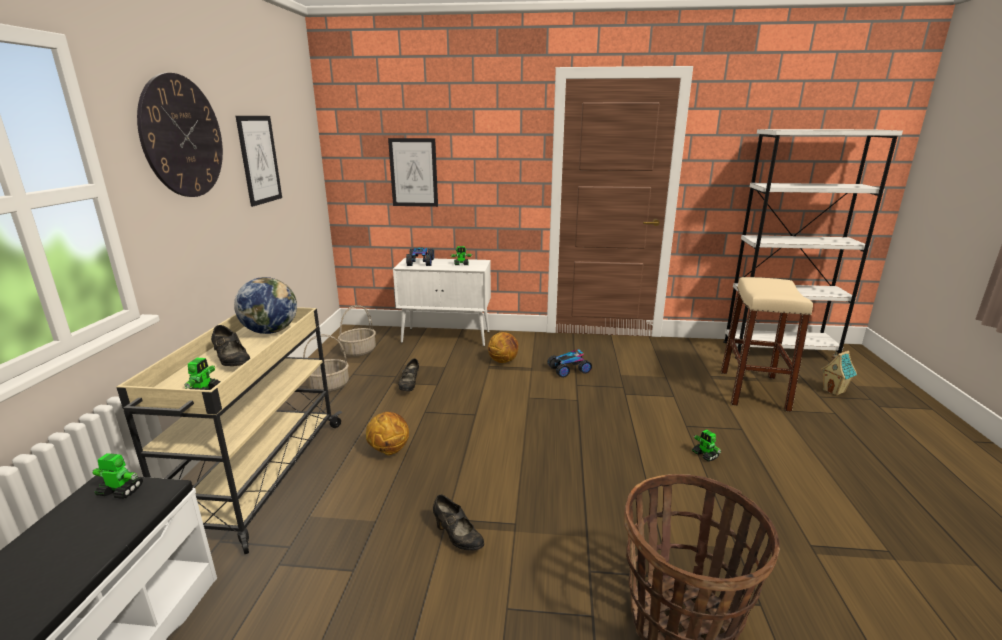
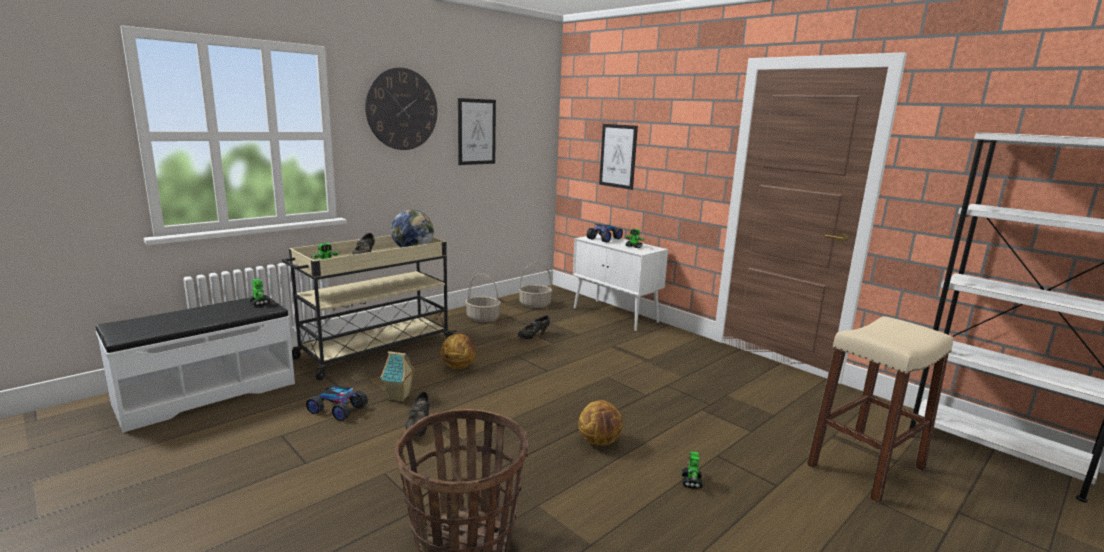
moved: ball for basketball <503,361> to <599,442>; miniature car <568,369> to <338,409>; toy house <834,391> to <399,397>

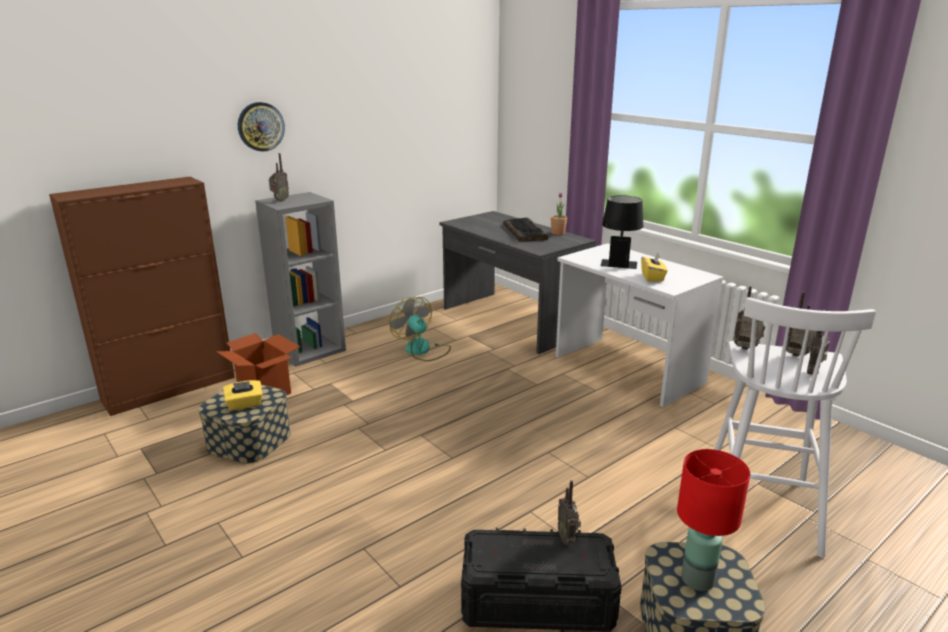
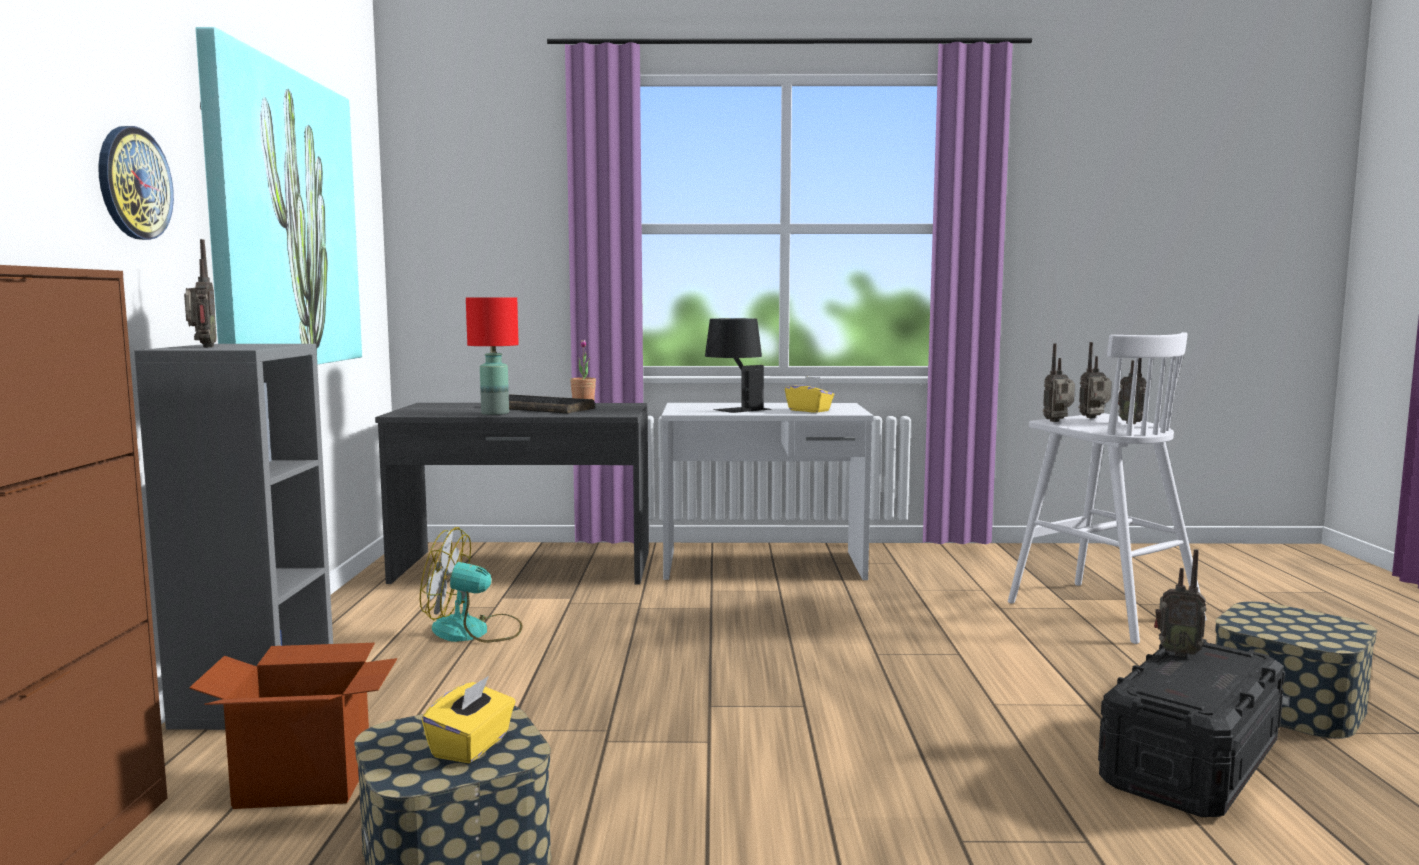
added: picture <282,220>
moved: reddish tabletop lamp <696,579> to <494,413>

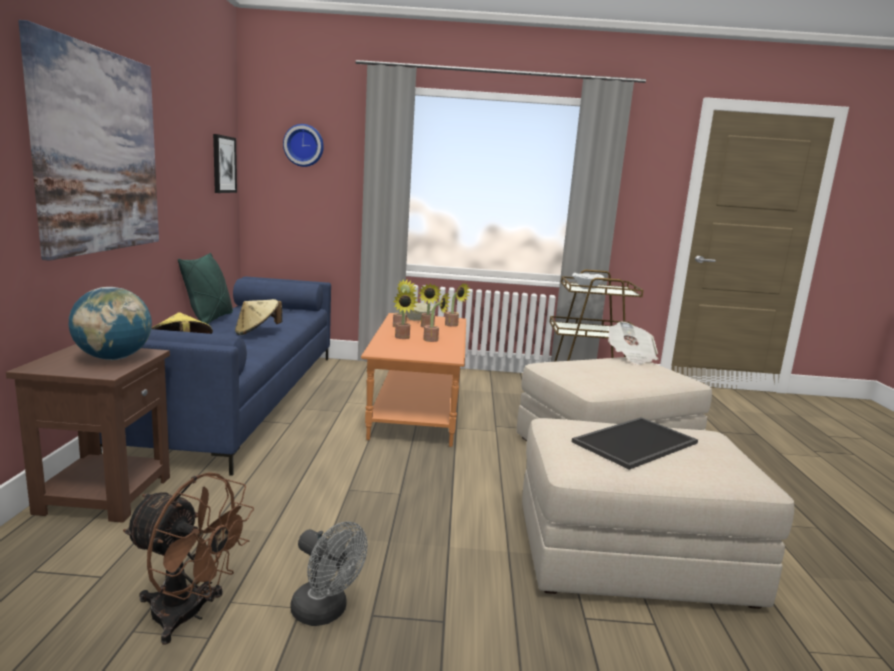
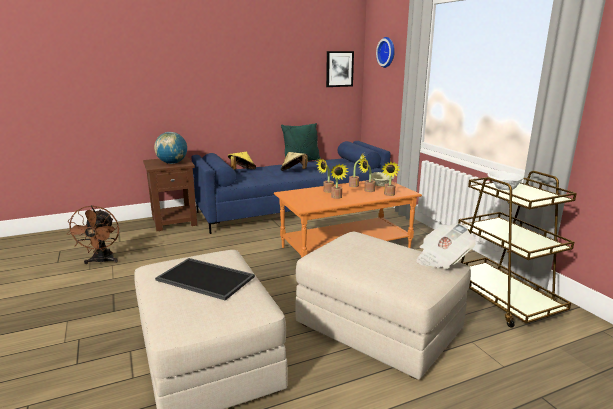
removed: picture <98,151>; greyish fan <325,612>

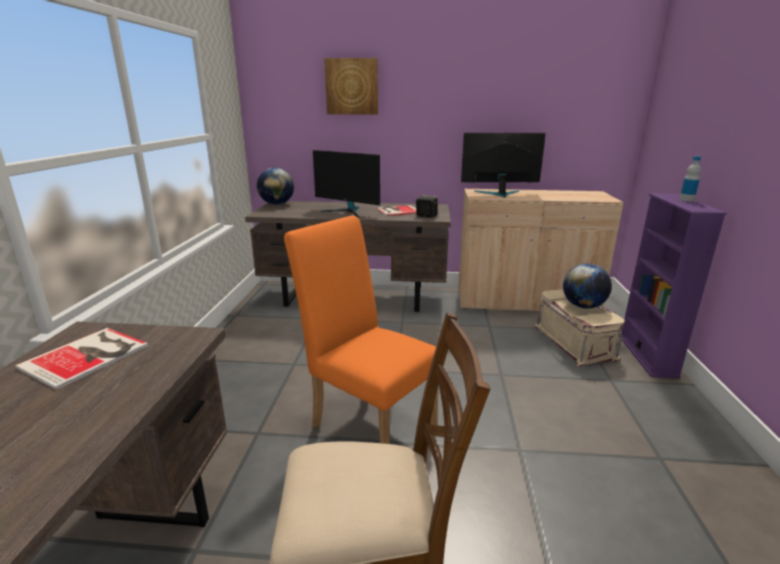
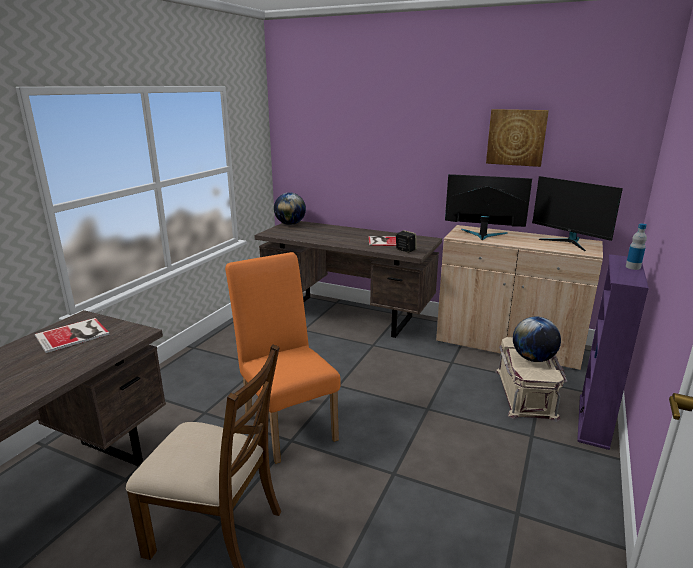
moved: monitor <348,211> to <569,242>; picture <352,86> to <516,137>

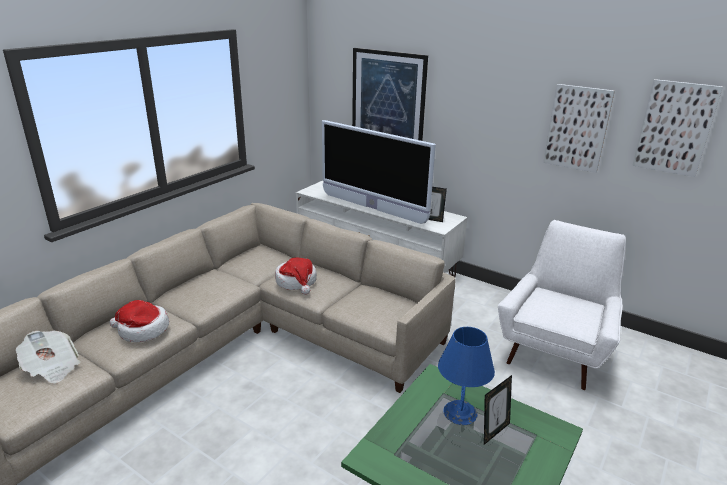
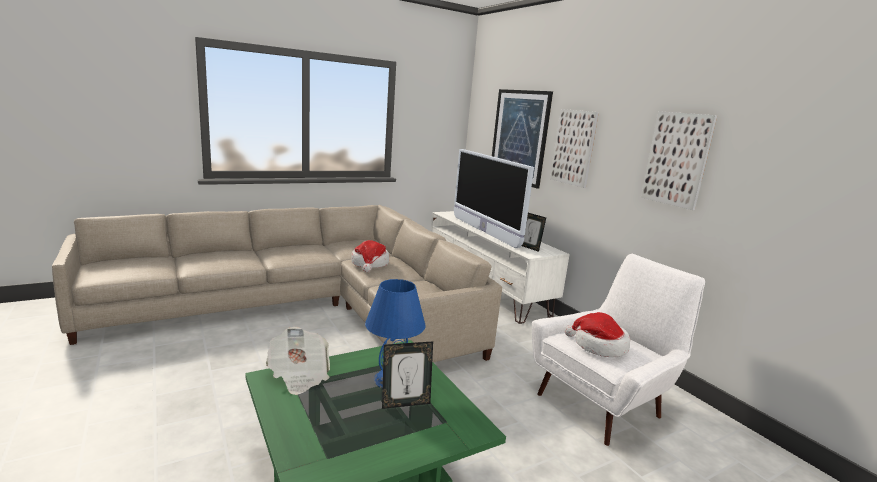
moved: printed paper <52,368> to <299,375>; clothing hat <142,330> to <598,346>; picture <675,128> to <574,147>

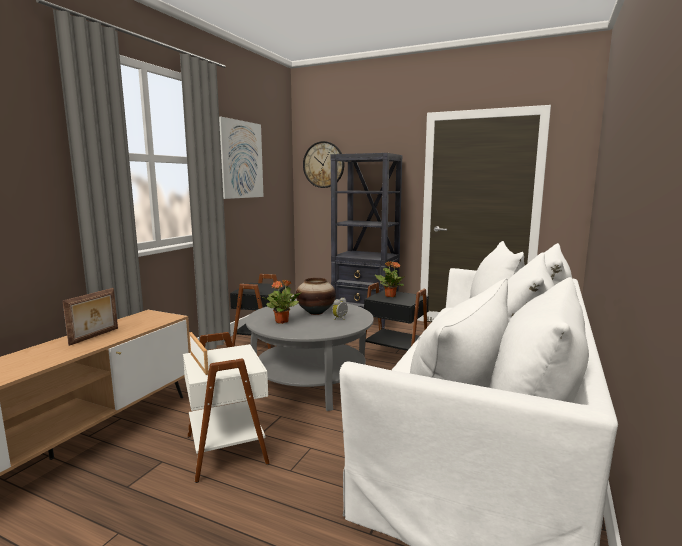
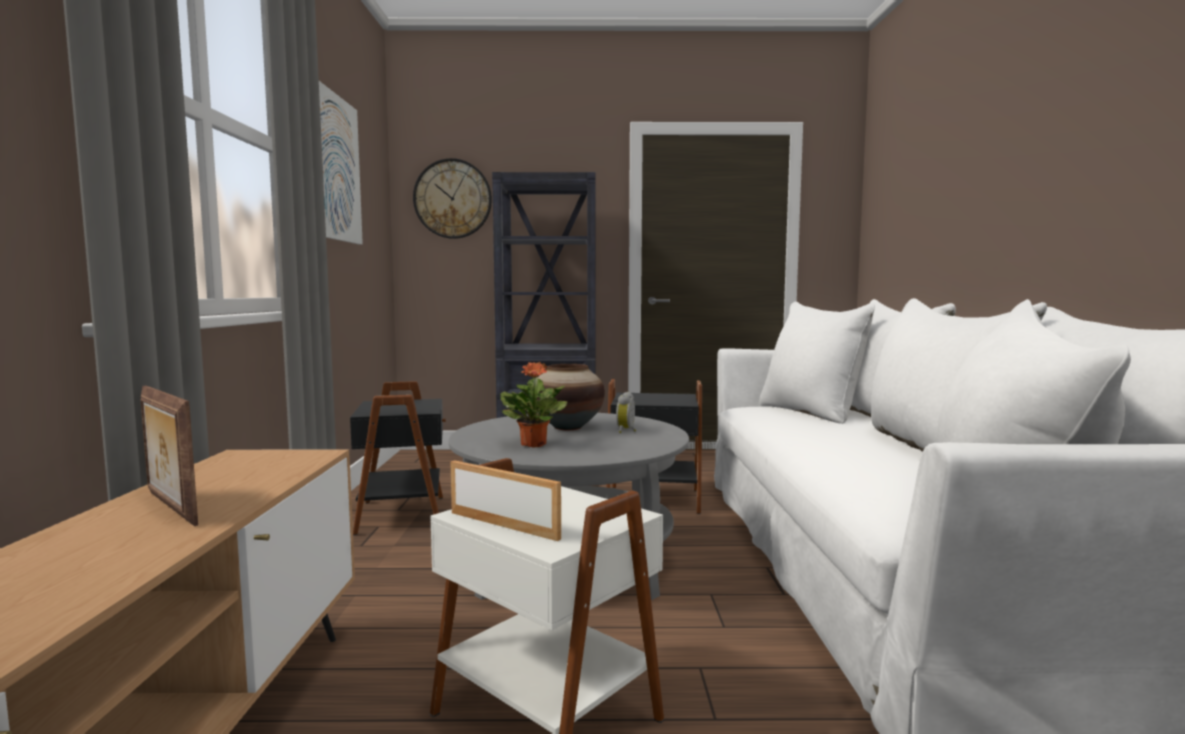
removed: plant in a pot <390,296>
turned: picture frame <95,336> = <169,508> 135 degrees clockwise

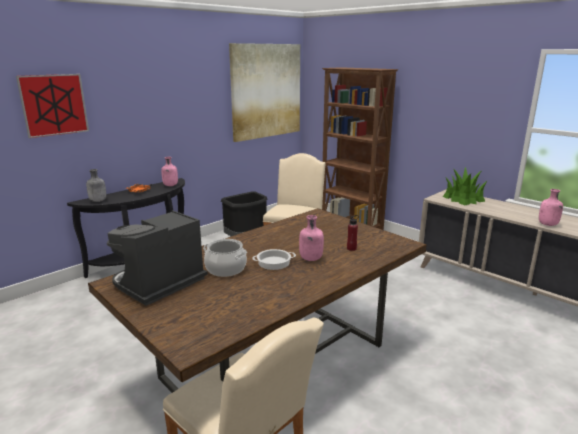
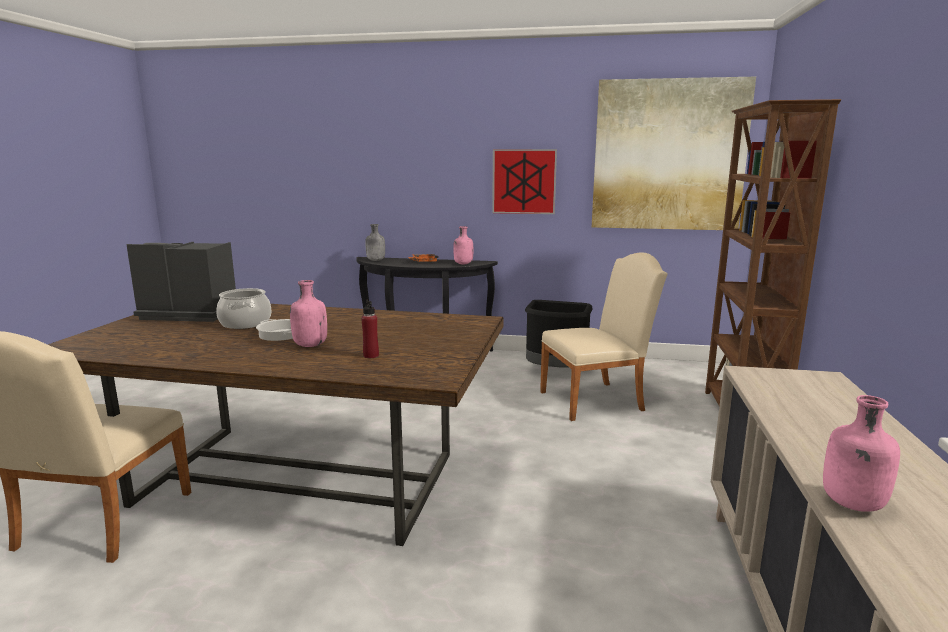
removed: plant in a pot <463,199>
moved: picture <54,105> to <524,181>

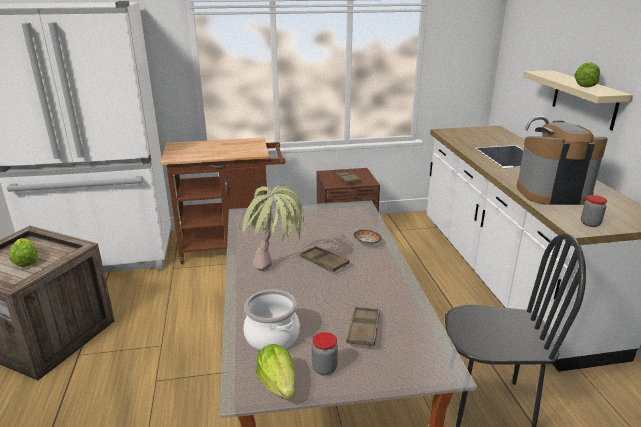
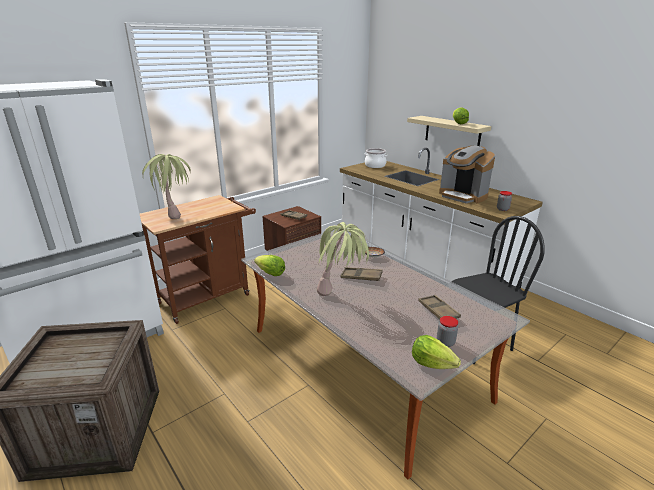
added: plant in a pot <175,213>
moved: head of lettuce <26,262> to <271,273>; cooking pot <271,336> to <375,165>
turned: coffee machine <552,193> = <463,196> 105 degrees counterclockwise

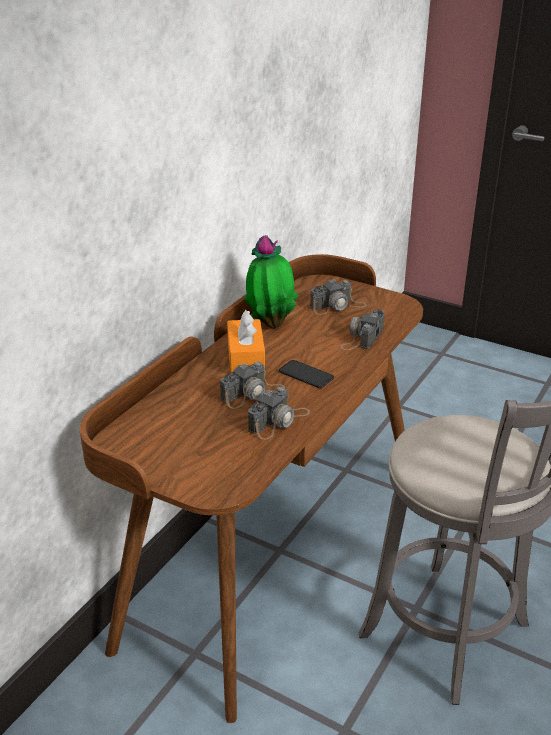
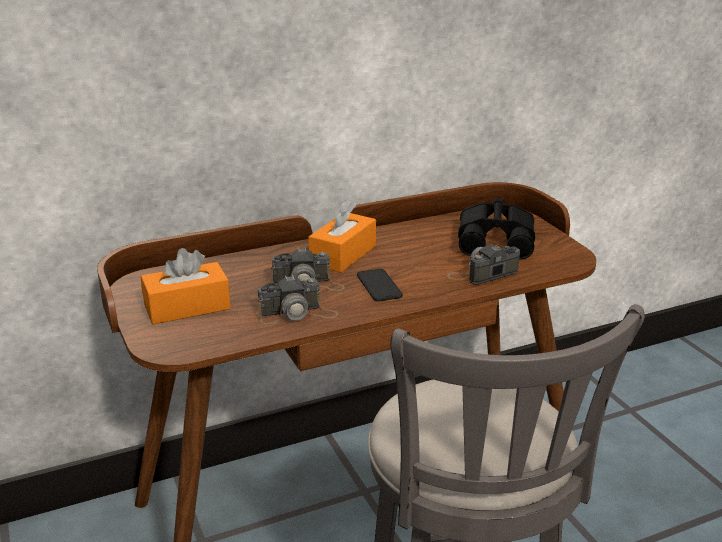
removed: plant in a pot <271,324>
added: orange tissue box <187,307>
replaced: still camera <337,306> to black pair of binoculars <497,239>

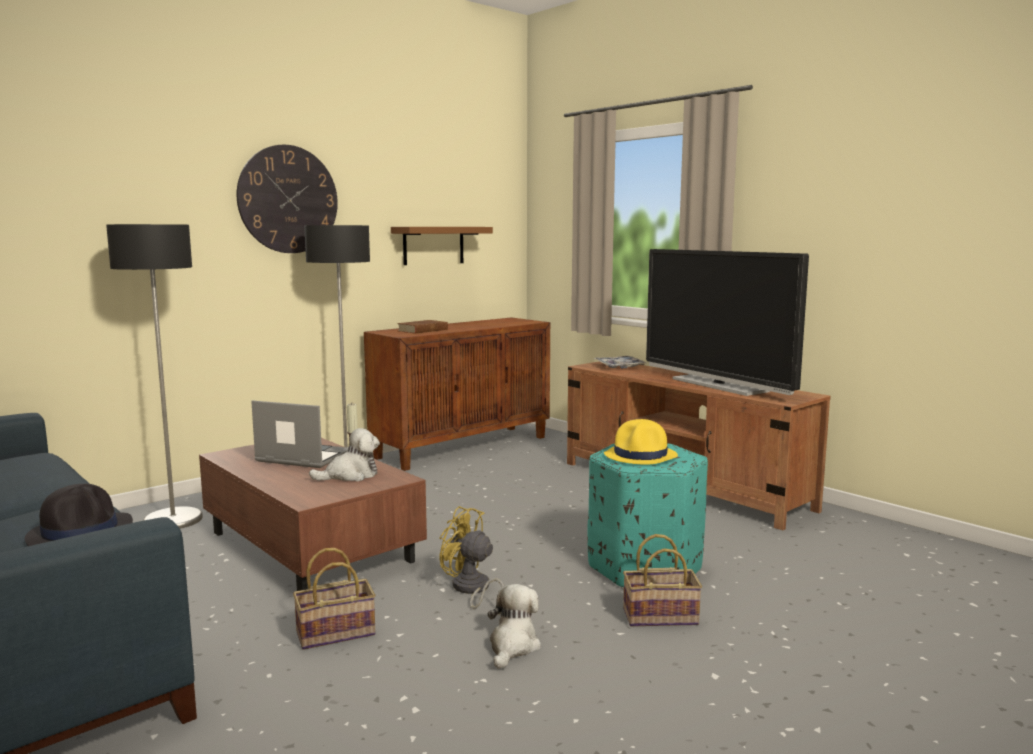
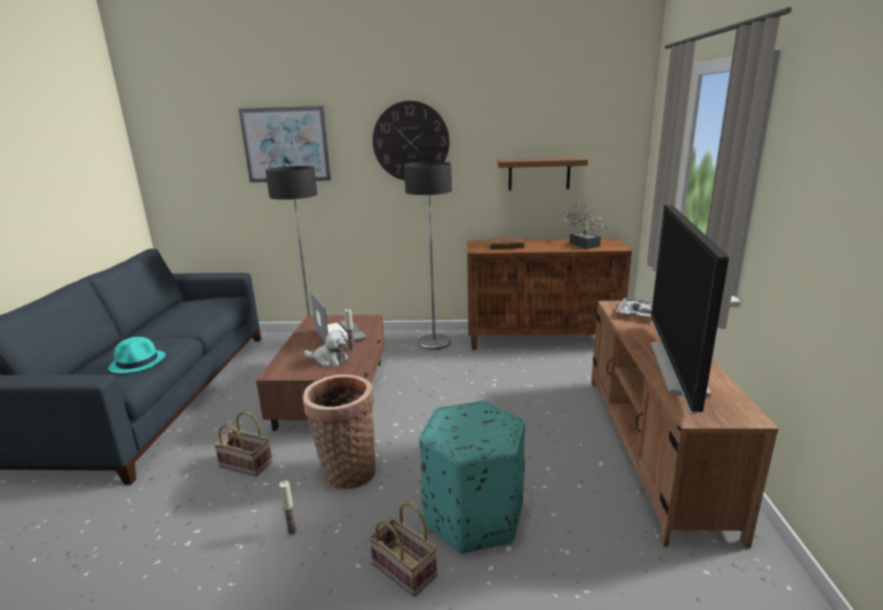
removed: yellow-coloured clothing hat <641,456>
added: picture <286,145>; plant in a pot <582,244>
replaced: yellow-coloured fan <471,590> to household basket <346,471>; cuddly toy <512,646> to candle <292,531>
recoloured: black clothing hat <81,531> to turquoise clothing hat <138,362>

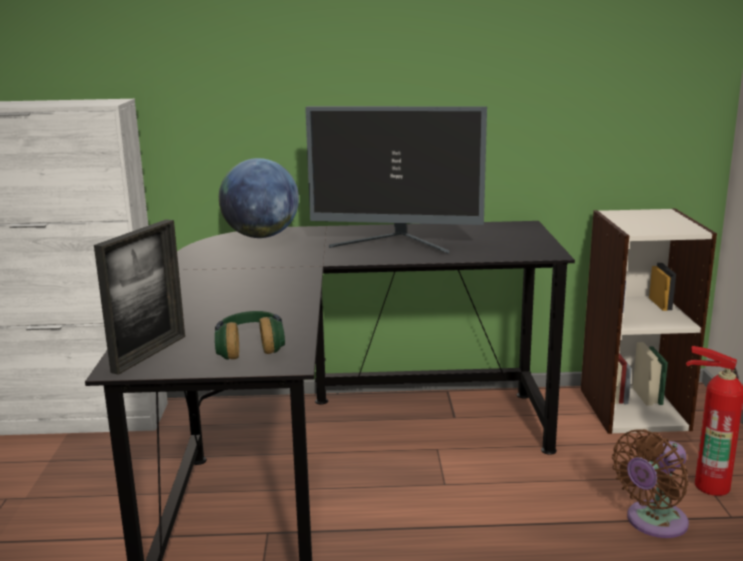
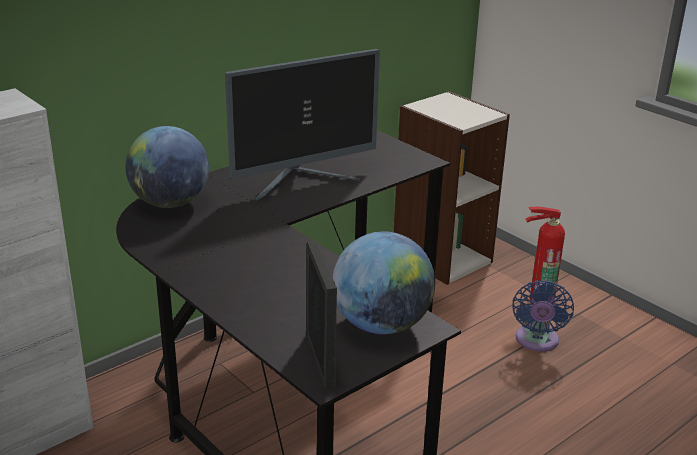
replaced: headset <250,348> to globe <381,325>
recoloured: brown-coloured fan <653,522> to blue fan <536,341>

